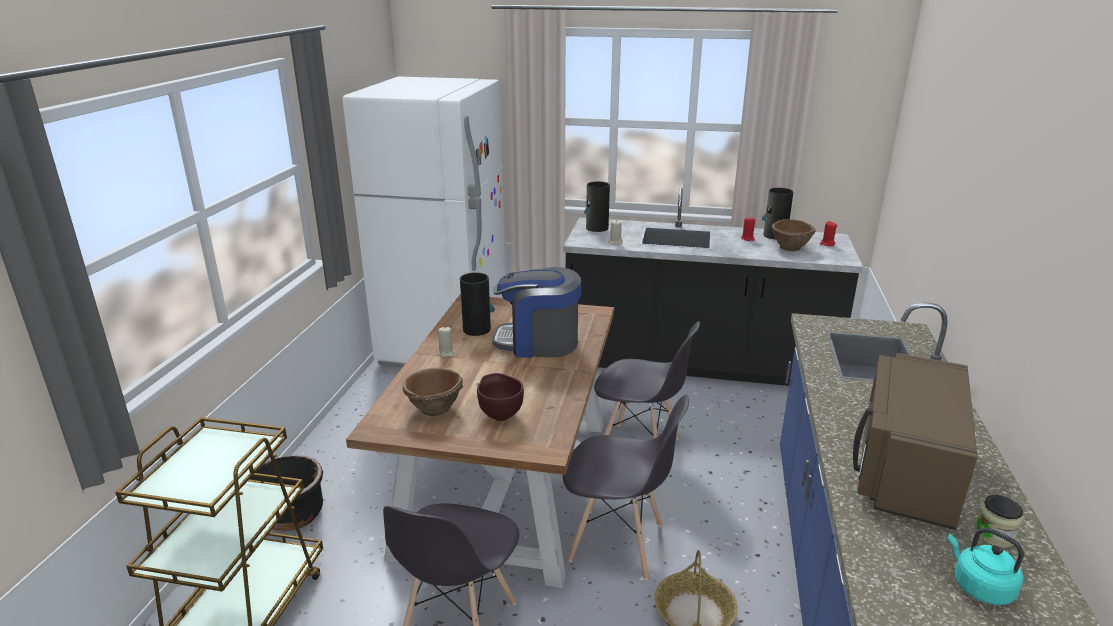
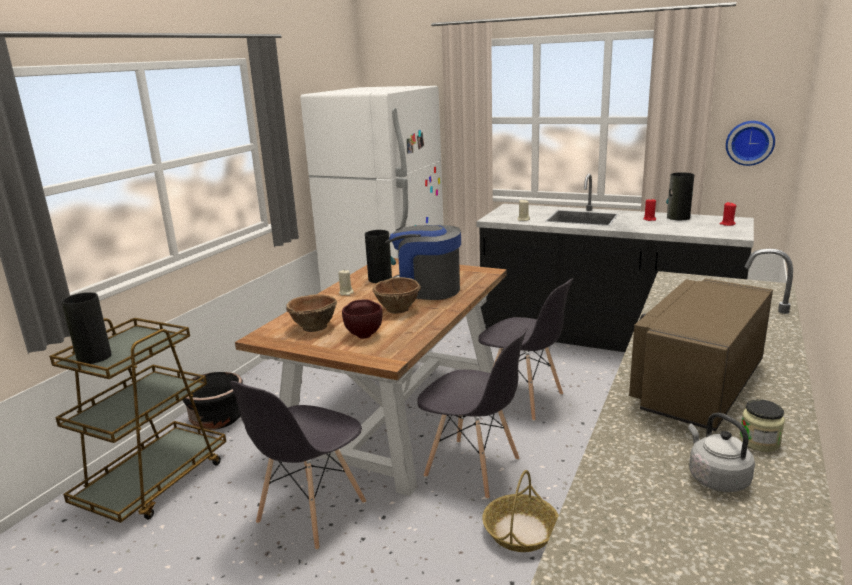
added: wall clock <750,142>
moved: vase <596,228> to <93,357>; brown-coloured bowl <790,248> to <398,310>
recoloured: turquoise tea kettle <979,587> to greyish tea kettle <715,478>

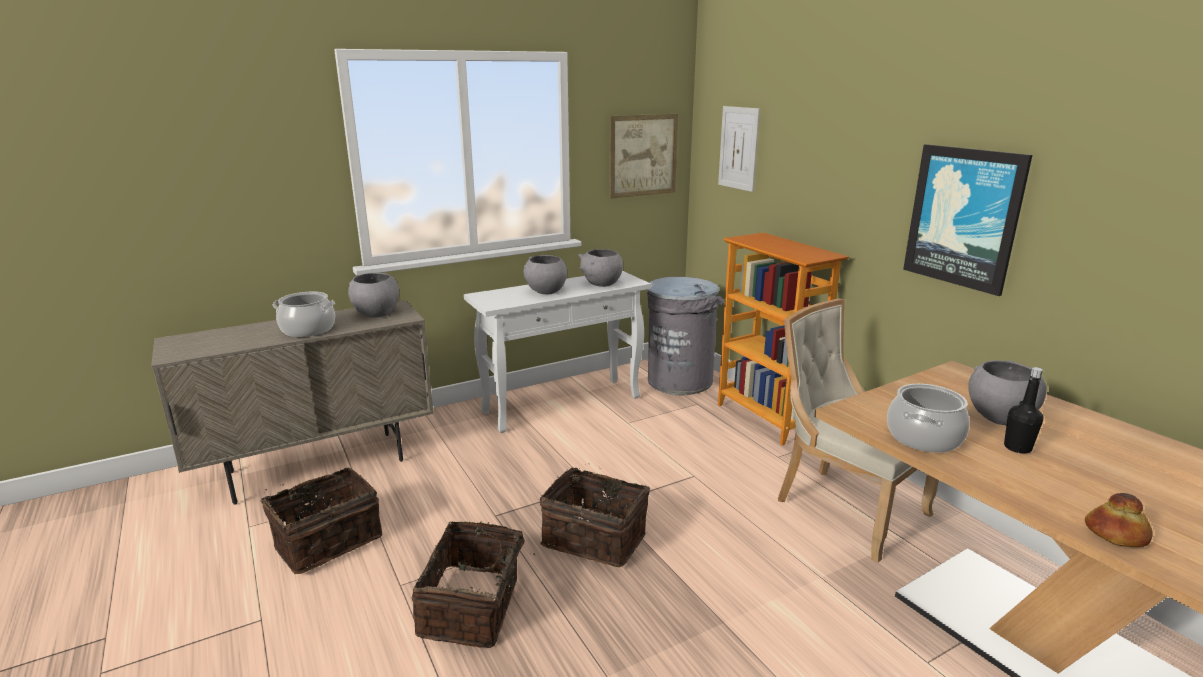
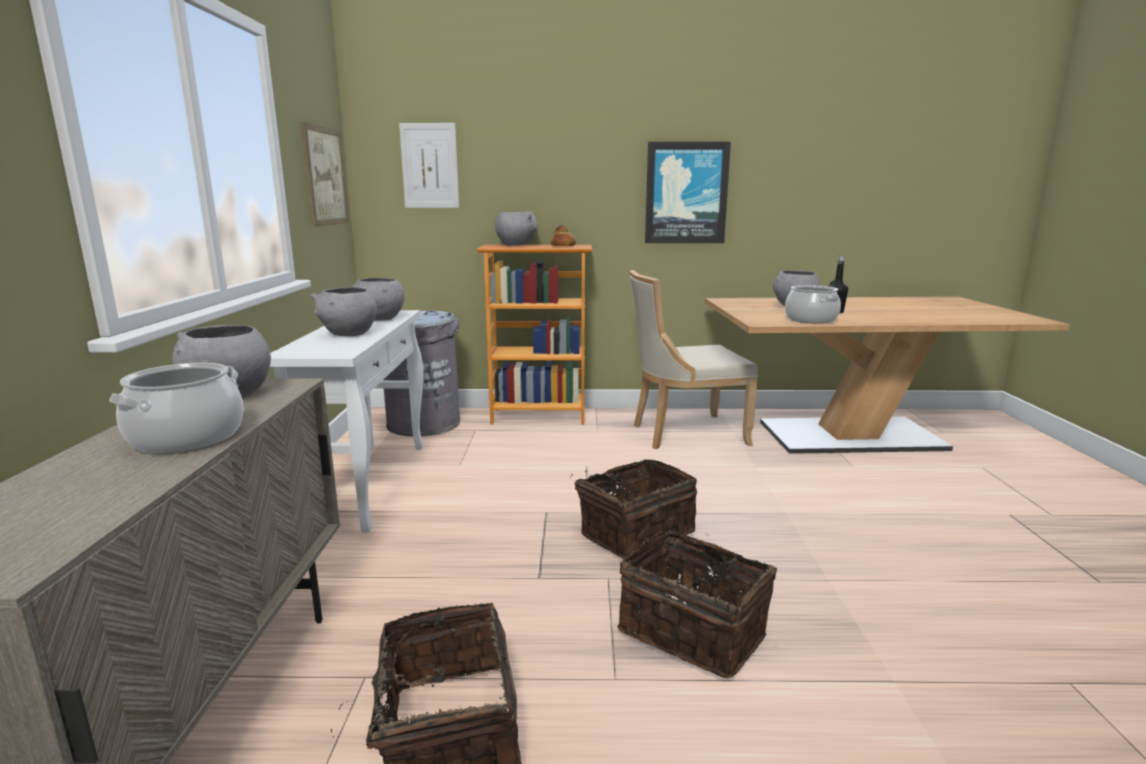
added: greyish bowl <516,245>
moved: baked bread <1115,534> to <562,246>

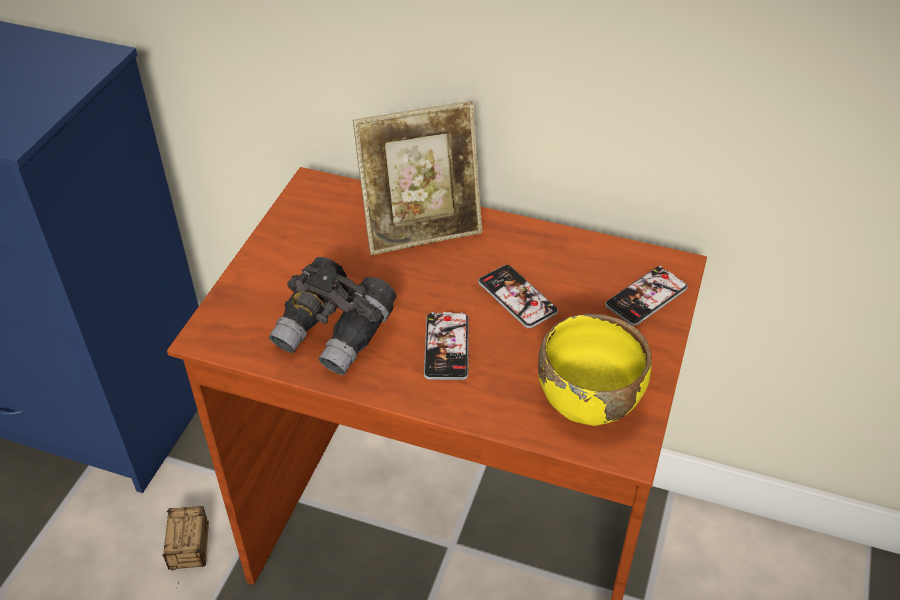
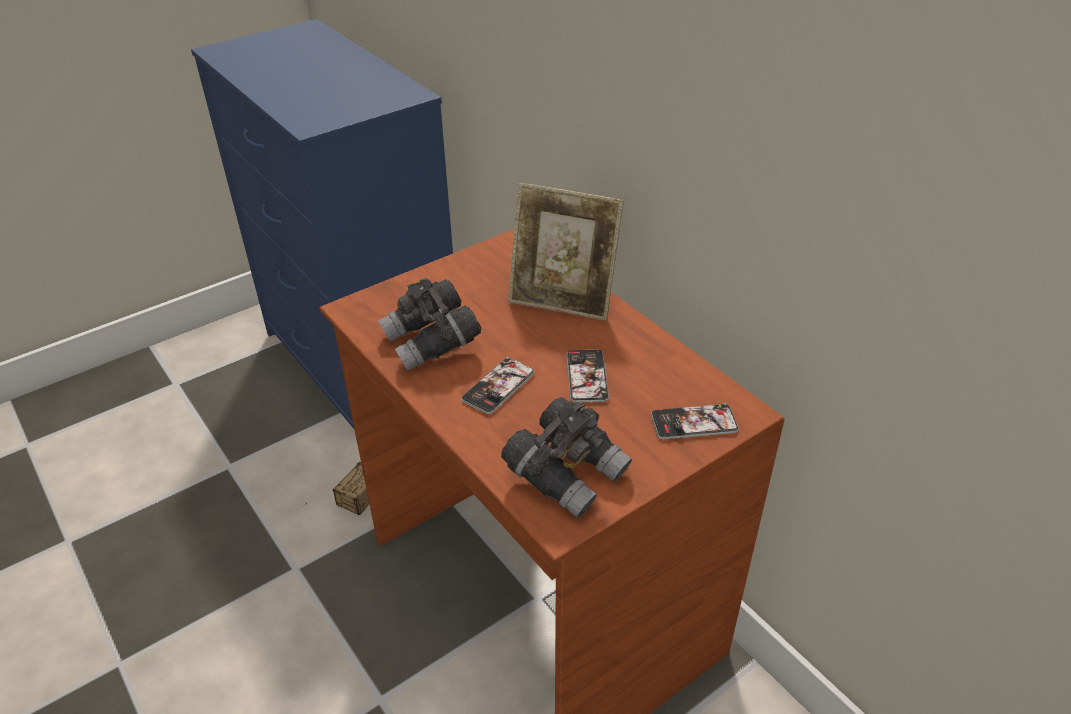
replaced: yellow-coloured bowl <589,399> to greyish pair of binoculars <567,473>

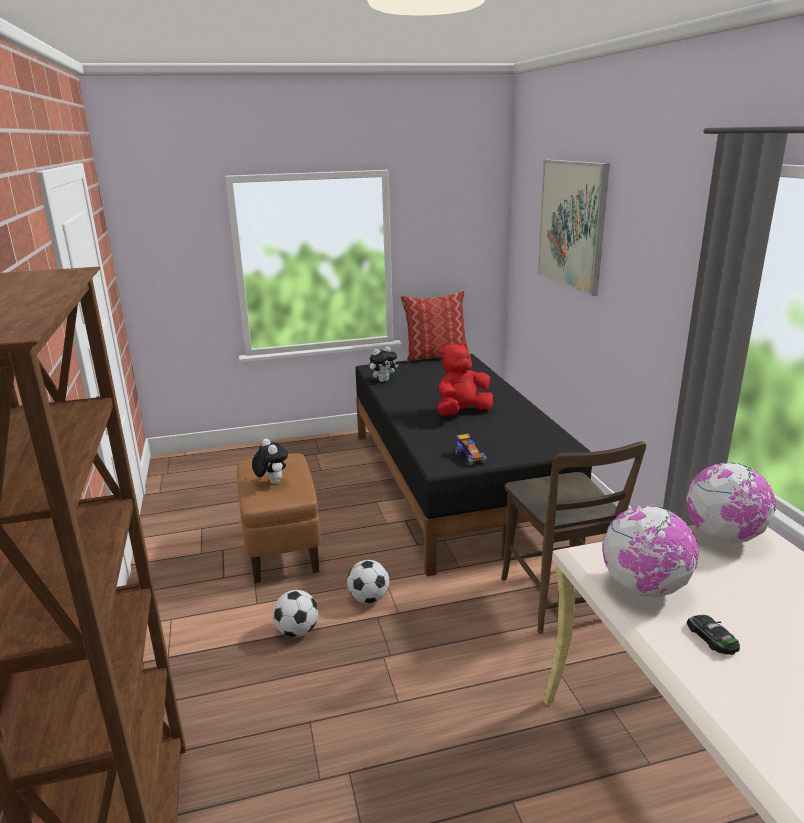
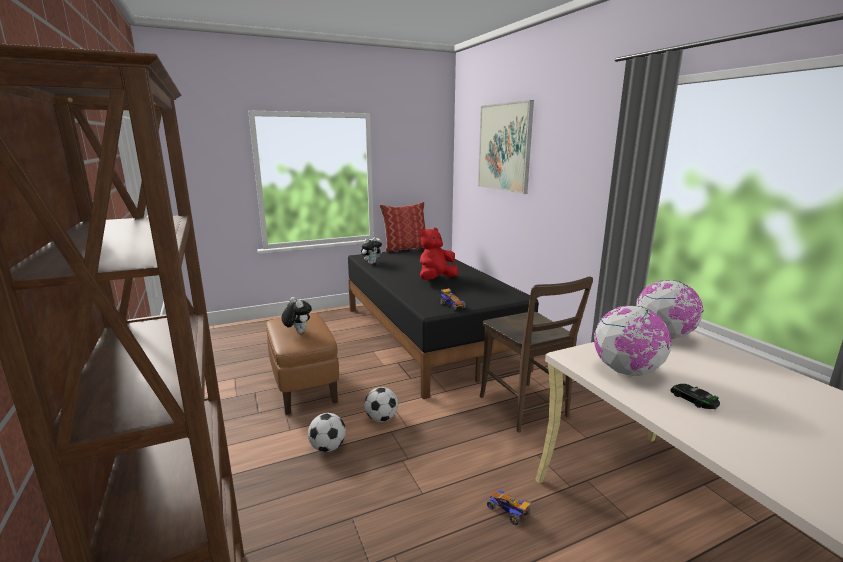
added: miniature car <509,511>

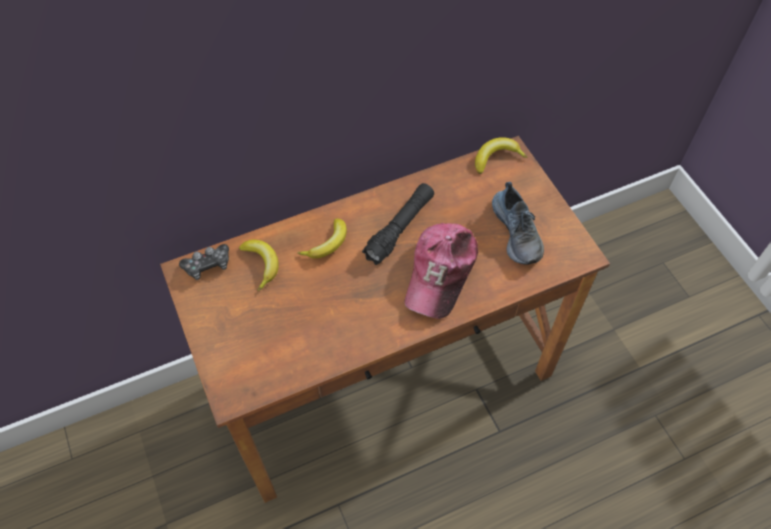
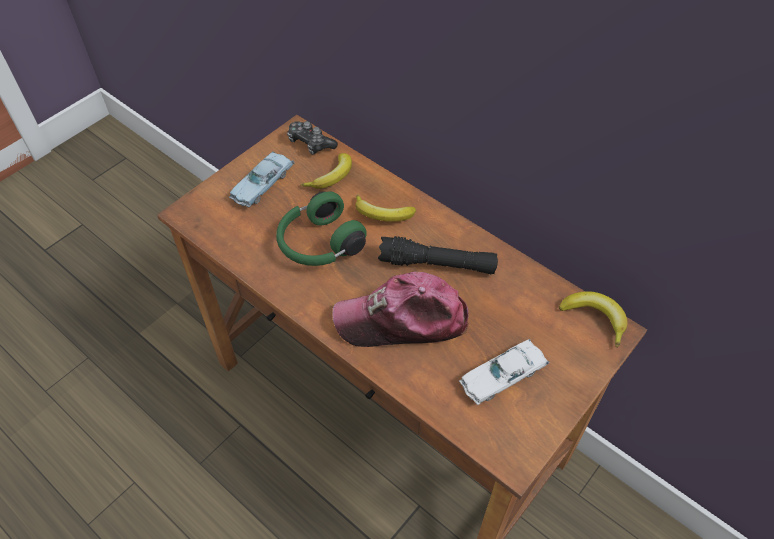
added: blue miniature car <262,184>; green headset <319,244>
replaced: shoe <517,232> to whitish miniature car <503,375>

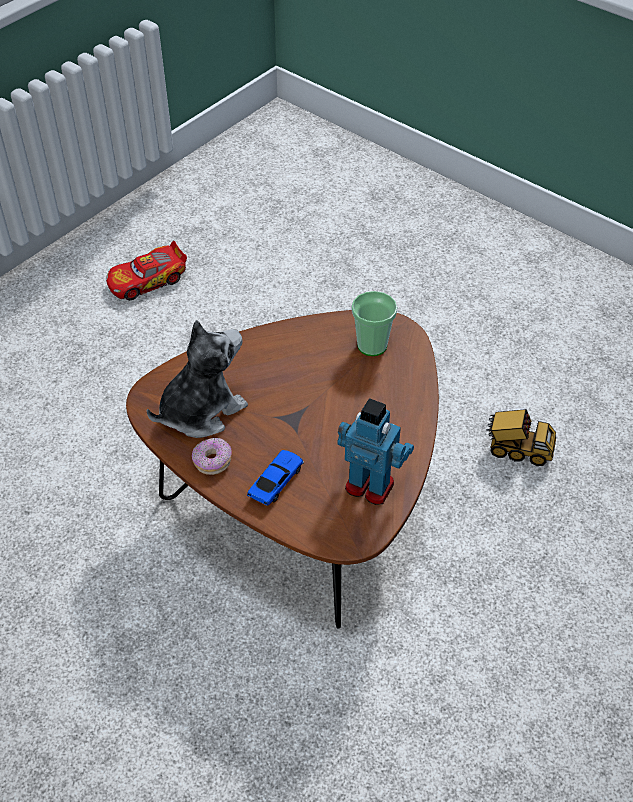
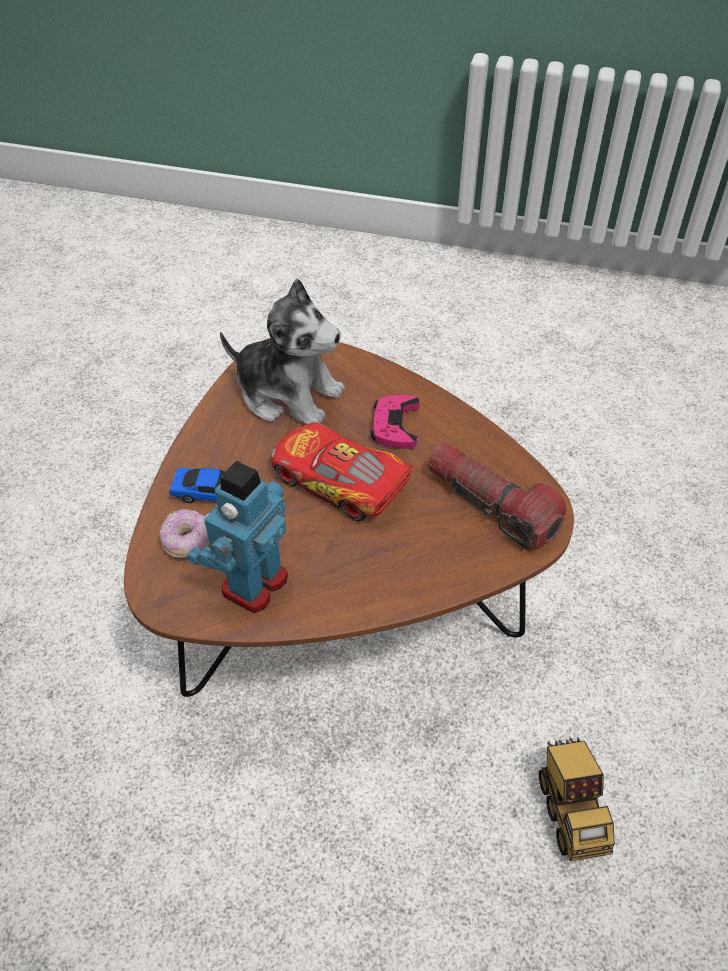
added: pink gamepad <395,425>
moved: miniature car <148,281> to <340,483>; ring doughnut <212,461> to <188,541>
replaced: drinking cup <372,345> to flashlight <491,505>
turned: robot figure <370,485> = <253,583> 150 degrees counterclockwise

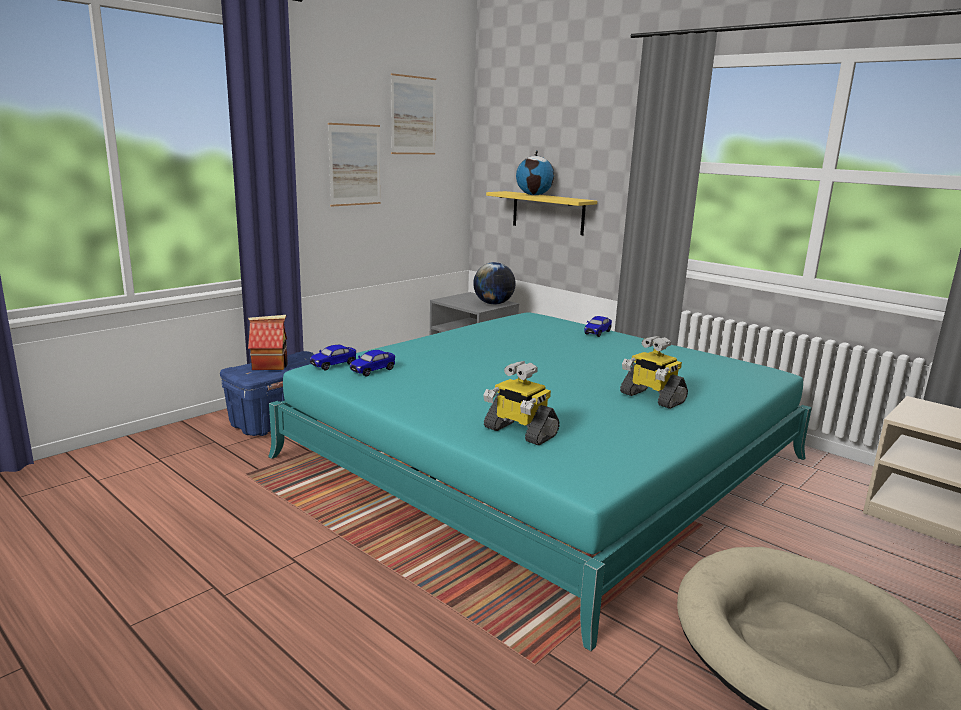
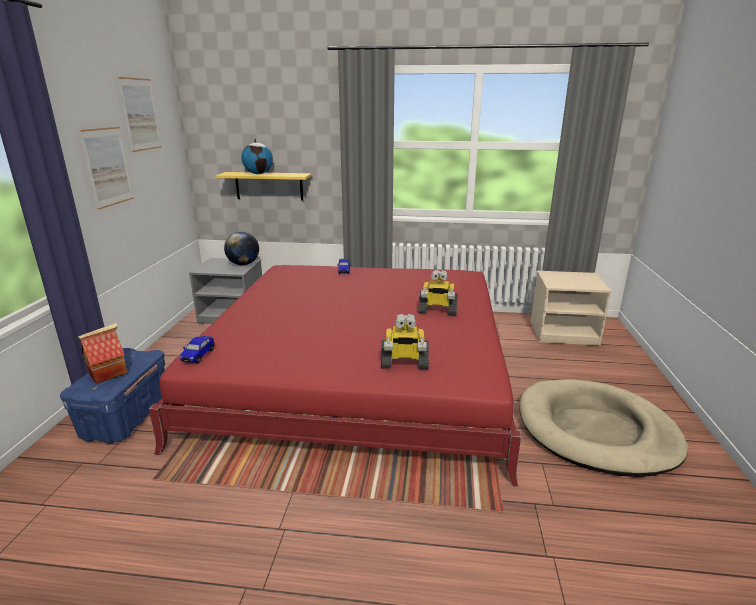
removed: miniature car <372,371>
recoloured: turquoise bedroom bed <543,457> to reddish bedroom bed <358,371>

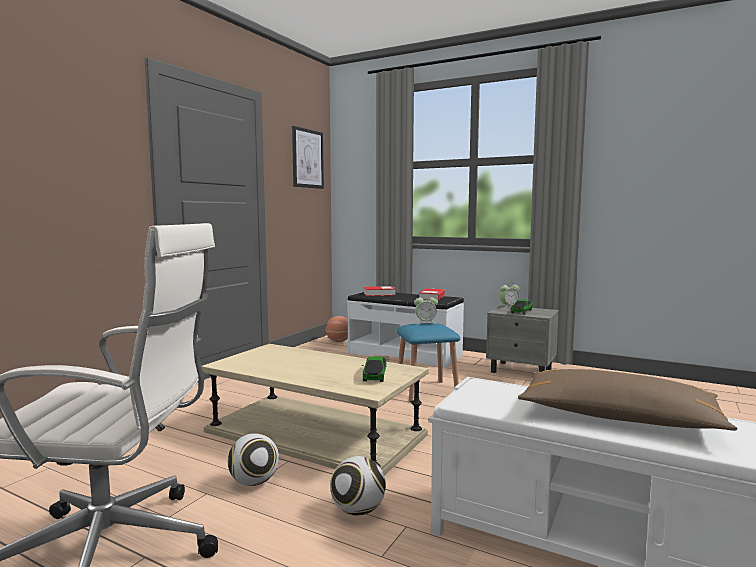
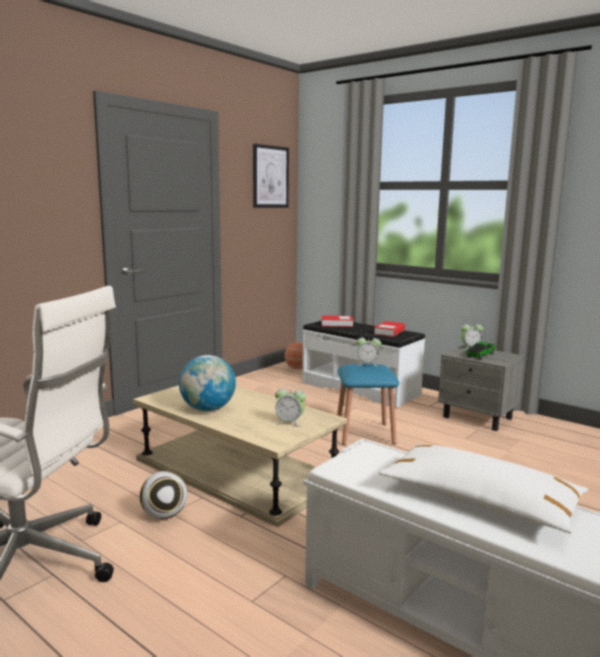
removed: football <358,510>
added: globe <208,409>
replaced: miniature car <375,375> to alarm clock <289,422>
recoloured: brown-coloured throw pillow <617,417> to whitish throw pillow <479,501>

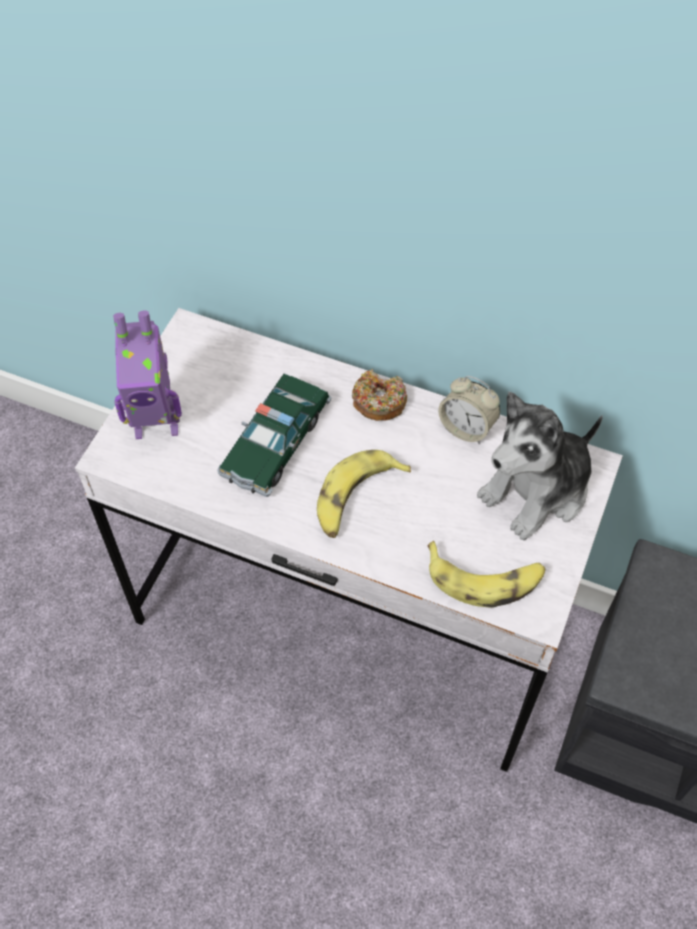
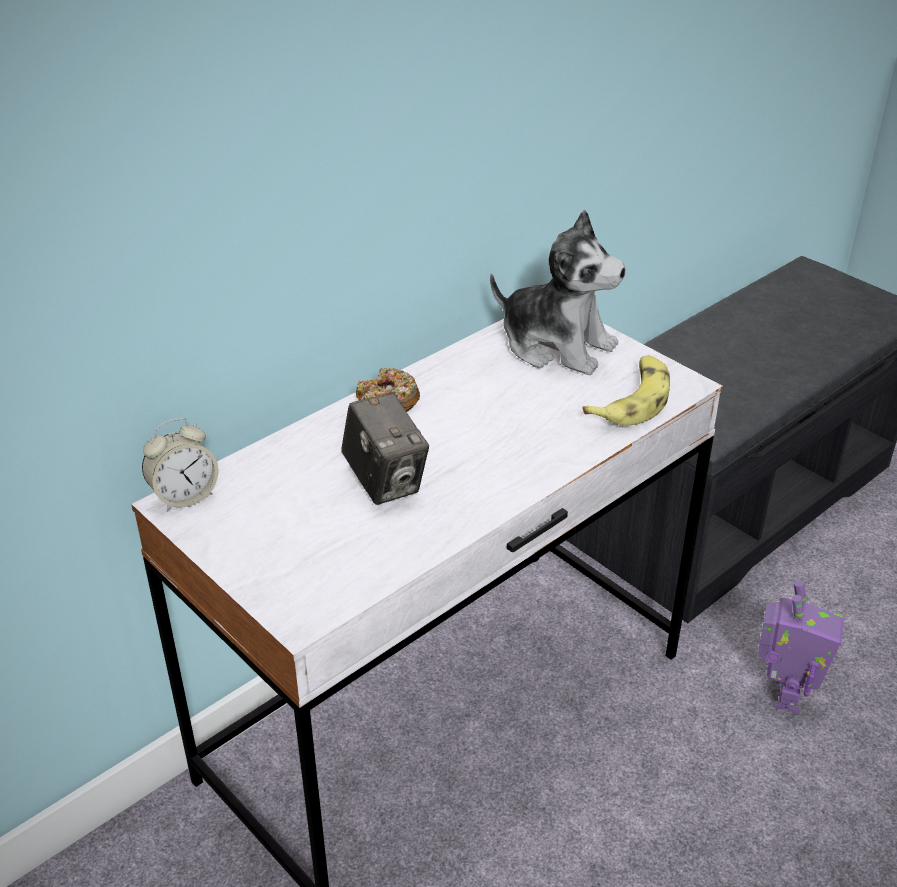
removed: banana fruit <356,499>
moved: robot figure <156,423> to <784,695>; alarm clock <466,427> to <184,496>
replaced: miniature car <276,442> to still camera <385,481>
turned: cuddly toy <537,490> = <557,345> 45 degrees counterclockwise

